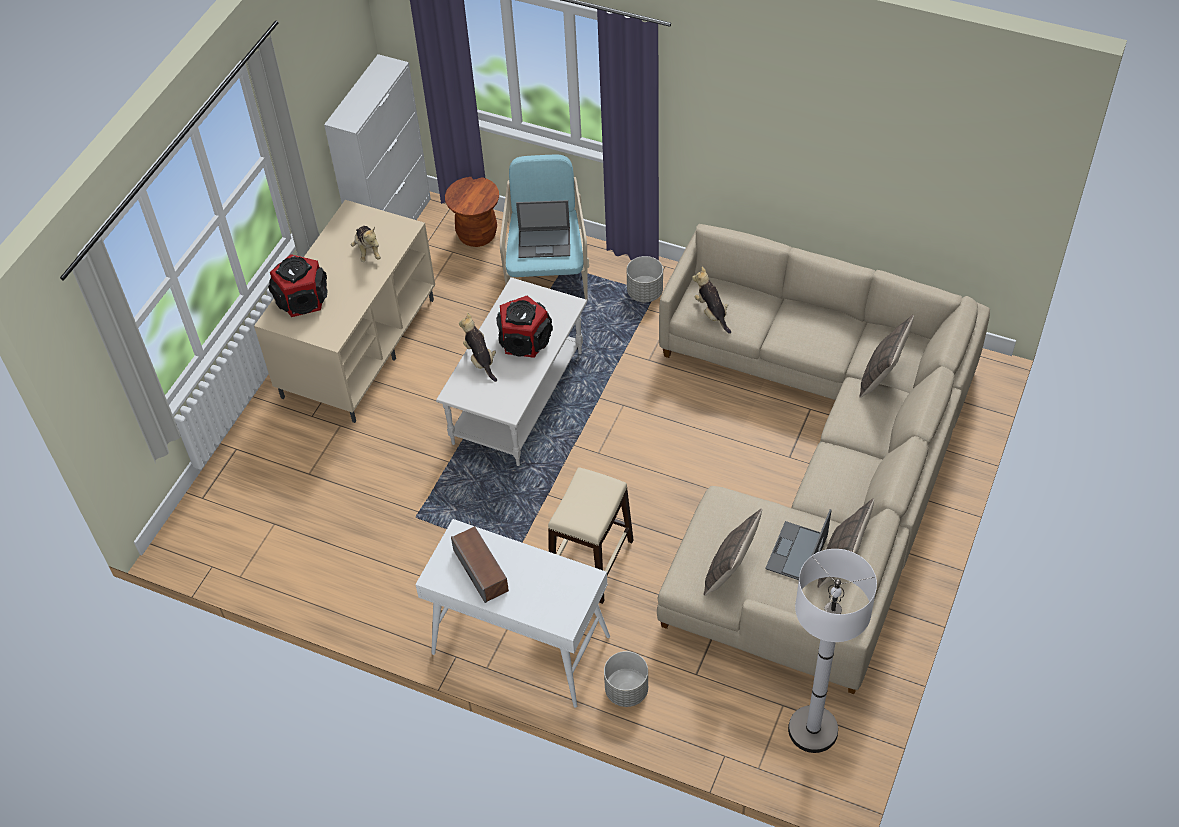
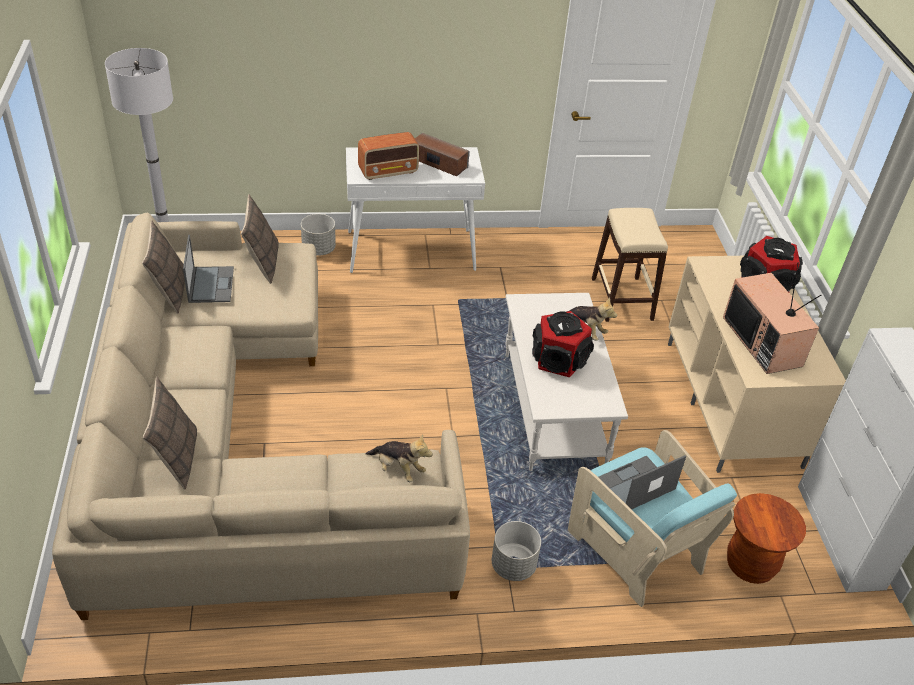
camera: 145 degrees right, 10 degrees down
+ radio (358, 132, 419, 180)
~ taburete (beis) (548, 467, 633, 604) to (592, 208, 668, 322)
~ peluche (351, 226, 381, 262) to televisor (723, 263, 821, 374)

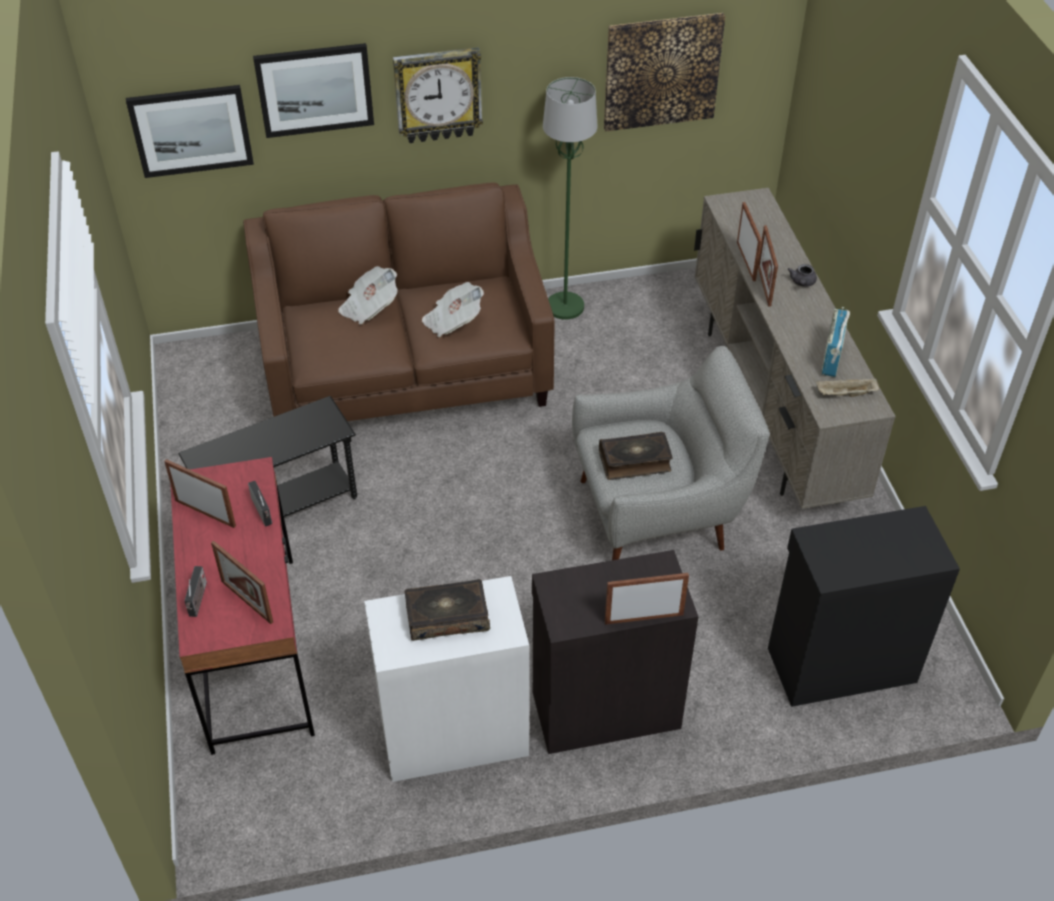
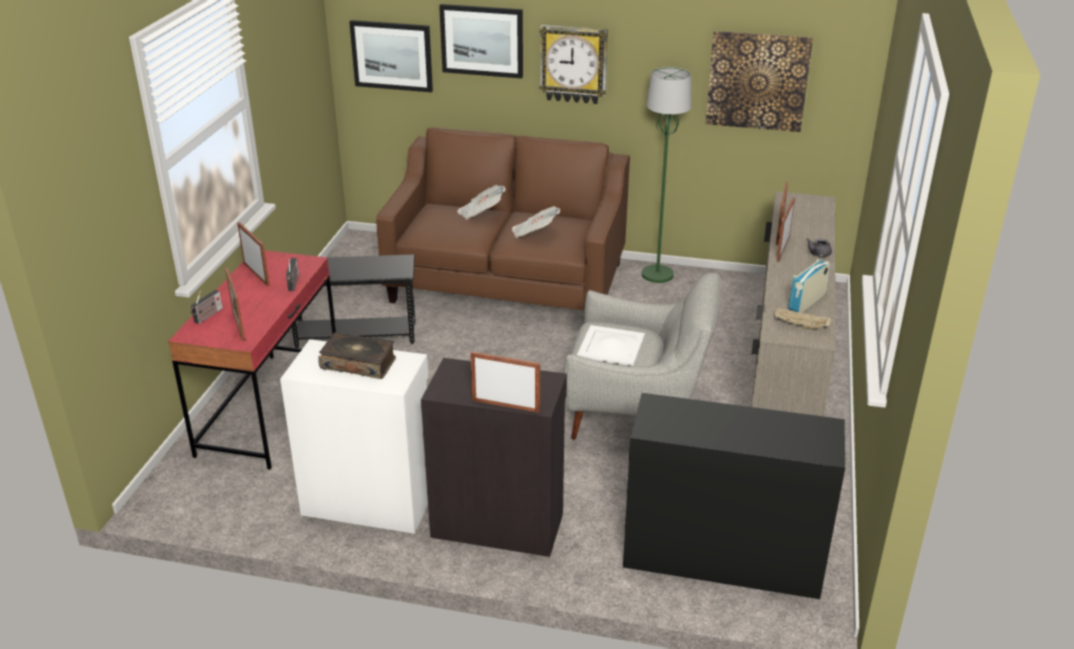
camera: 25 degrees right, 15 degrees down
~ libro (599, 432, 673, 480) to bandeja (blanco) (577, 325, 645, 366)
~ armario (negro) (768, 506, 960, 707) to escritorio (negro) (623, 393, 845, 599)

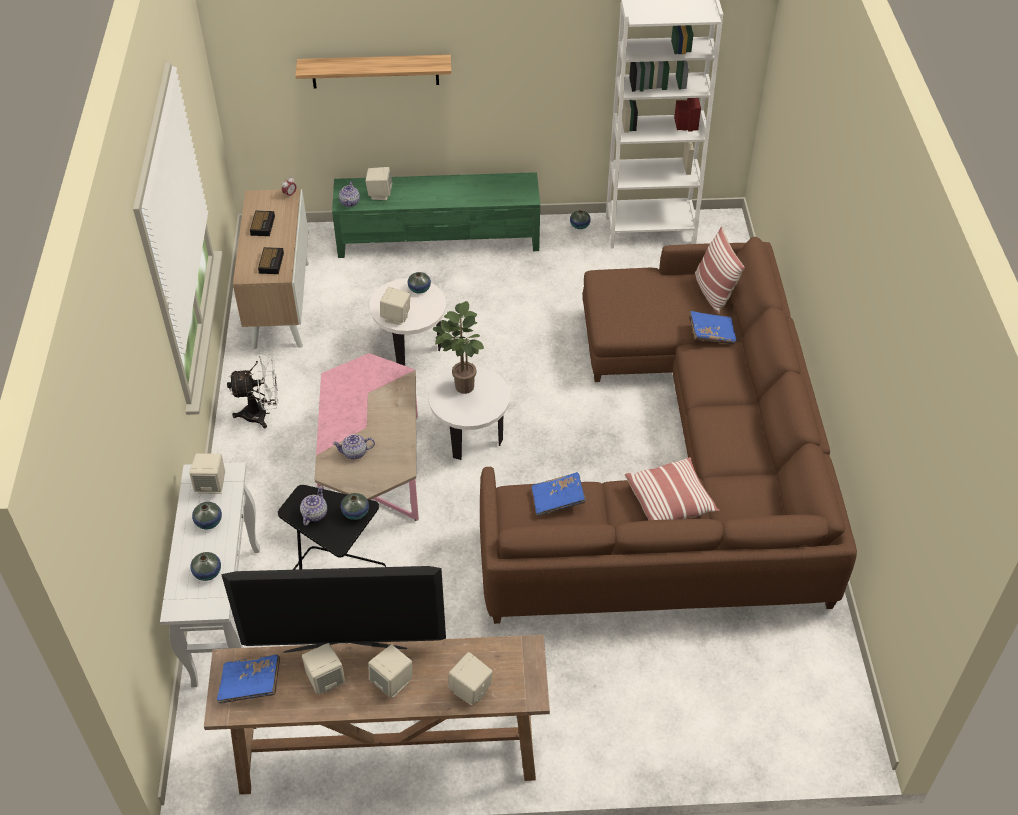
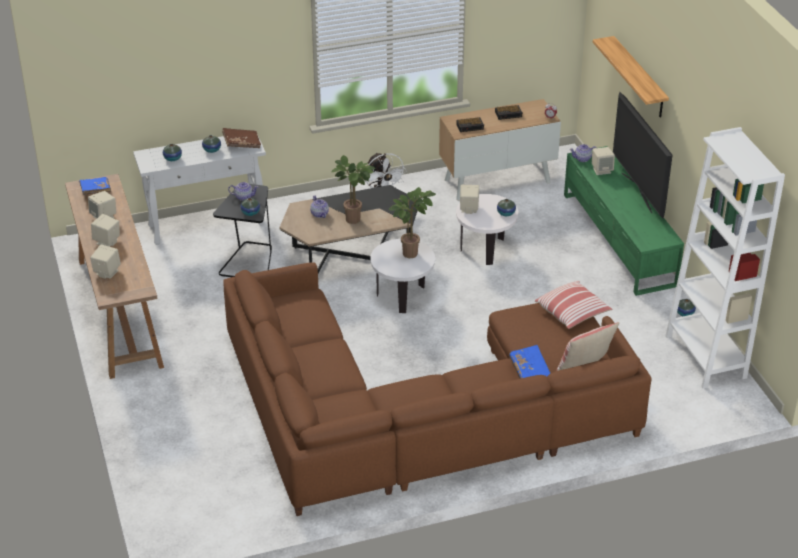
camera: 75 degrees right, 10 degrees down
- libro (azul) (532, 472, 586, 516)
+ planta en maceta (331, 155, 376, 224)
~ televisor (221, 566, 446, 653) to (613, 92, 673, 219)
~ cojín (625, 457, 720, 520) to (535, 281, 612, 329)
~ altavoz (beis) (189, 453, 225, 494) to libro (marrón) (222, 128, 261, 148)
~ mesa de centro (rosa) (315, 353, 419, 521) to mesa de centro (negro) (280, 185, 419, 274)

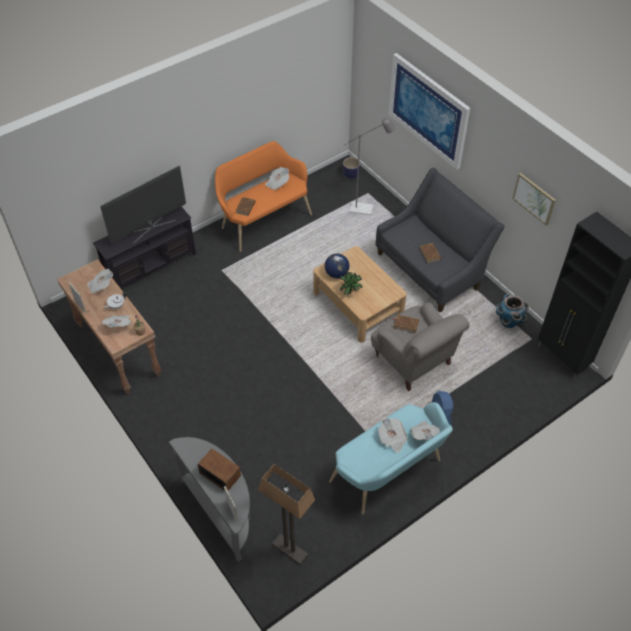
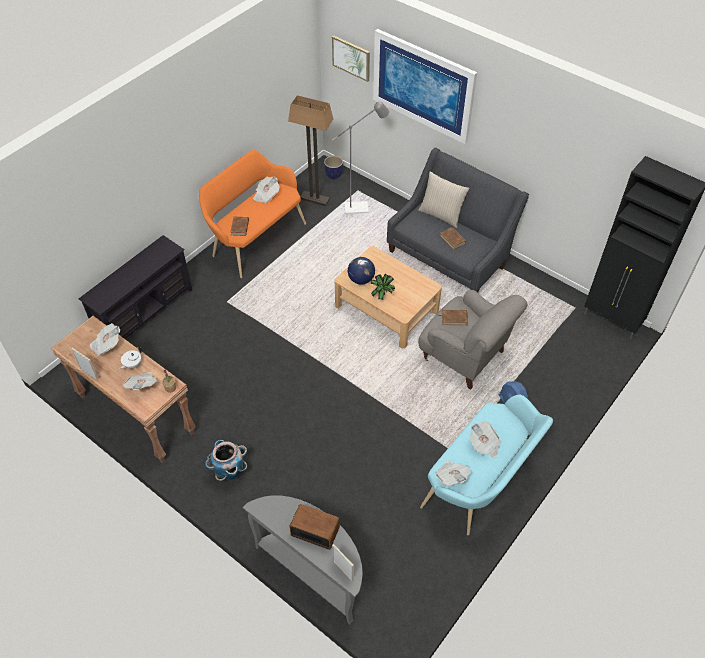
camera: 15 degrees left, 0 degrees up
- televisor (100, 165, 186, 244)
+ cojín (beis) (418, 172, 470, 228)
~ lámpara de pie (258, 464, 315, 565) to (288, 95, 333, 206)
~ periódico (410, 421, 440, 440) to (435, 460, 471, 485)
~ maceta (496, 294, 530, 328) to (205, 440, 247, 481)
~ cuadro (512, 173, 556, 226) to (332, 35, 370, 82)

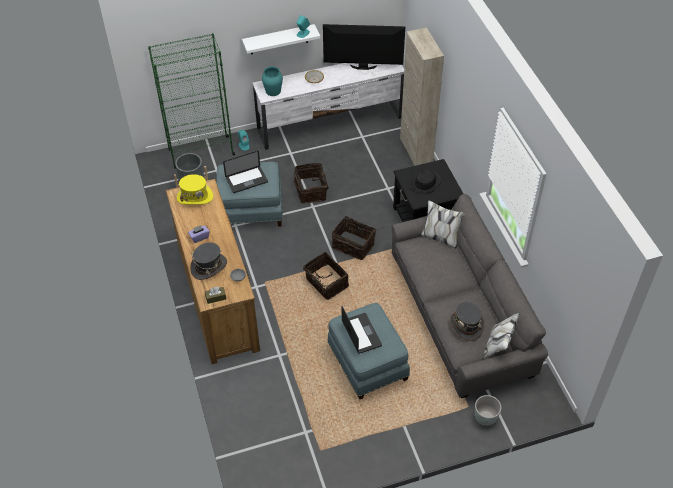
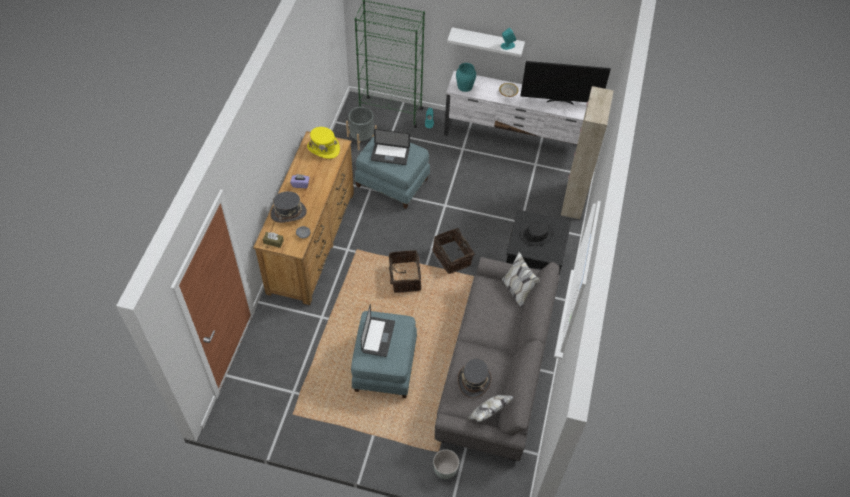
camera: 30 degrees right, 5 degrees up
- cesta (294, 163, 329, 203)
~ televisor (323, 24, 405, 70) = (521, 61, 611, 105) 150 degrees clockwise

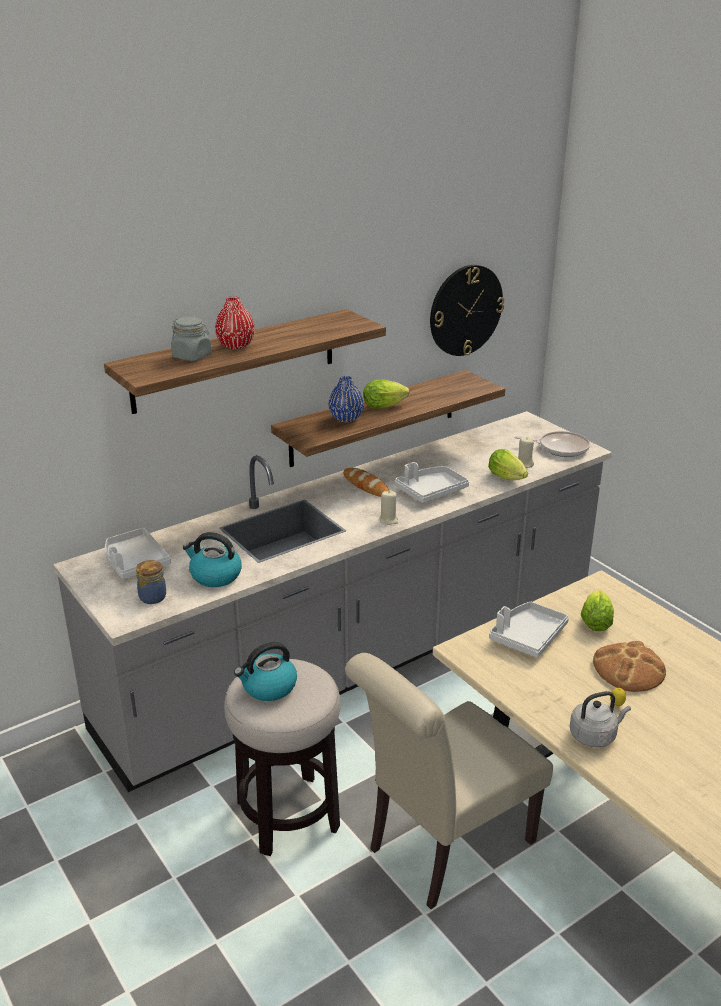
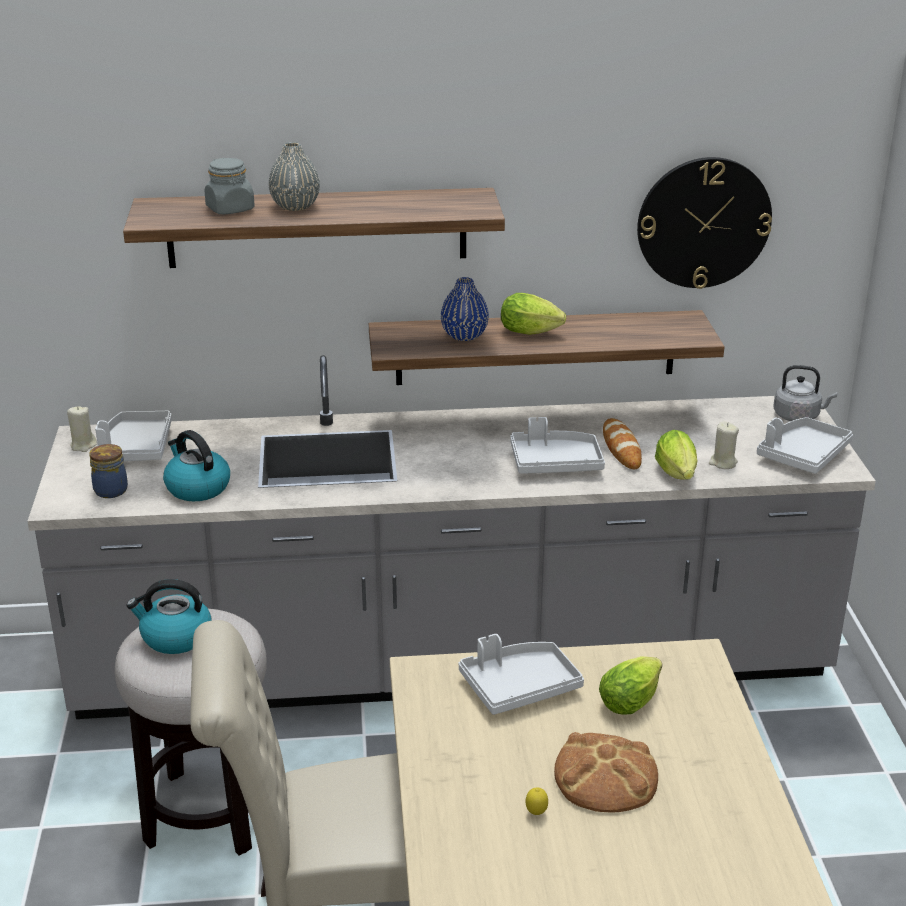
camera: 30 degrees right, 0 degrees up
~ pan (343, 467, 389, 497) to (603, 418, 642, 469)
~ vela (beis) (379, 490, 398, 525) to (67, 406, 97, 452)
~ hervidor (gris) (570, 691, 631, 747) to (773, 365, 837, 421)
~ sartén (514, 431, 590, 457) to bandeja (gris) (757, 417, 853, 474)
~ florero (rojo) (215, 296, 255, 349) to florero (gris) (269, 142, 320, 211)

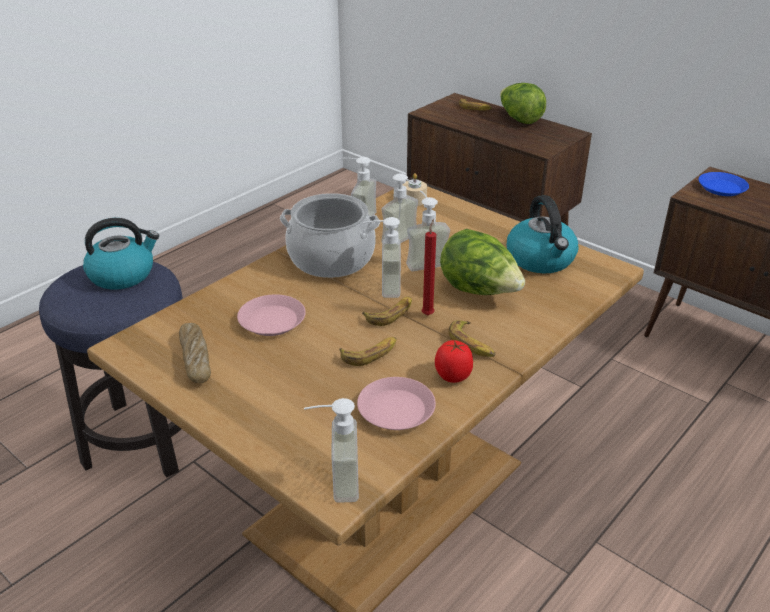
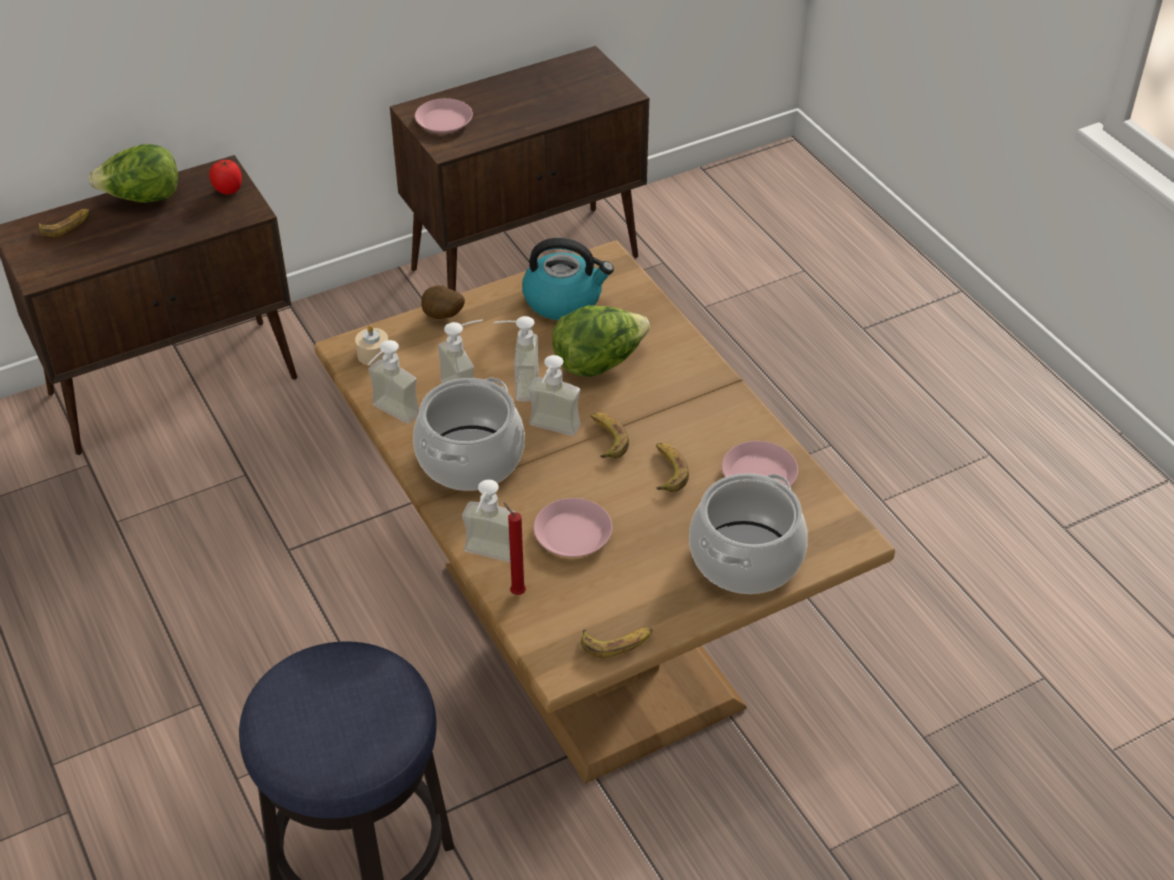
camera: 70 degrees left, 10 degrees up
- hervidor (83, 218, 159, 289)
- pan (179, 323, 211, 384)
+ patata (421, 285, 465, 319)
+ olla (689, 473, 808, 594)
~ dispensador de jabón (304, 398, 359, 503) to (462, 480, 515, 562)
~ vela (rojo) (422, 219, 436, 315) to (503, 502, 526, 595)
~ tomate (435, 340, 473, 383) to (209, 159, 242, 194)
~ plátano (448, 320, 495, 357) to (581, 627, 653, 658)
~ plato (azul) (699, 172, 749, 196) to plato (rosa) (415, 98, 473, 134)

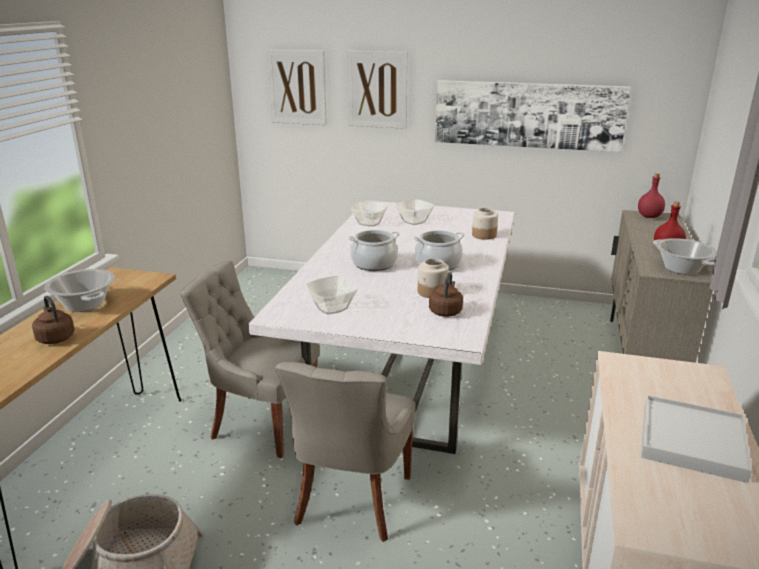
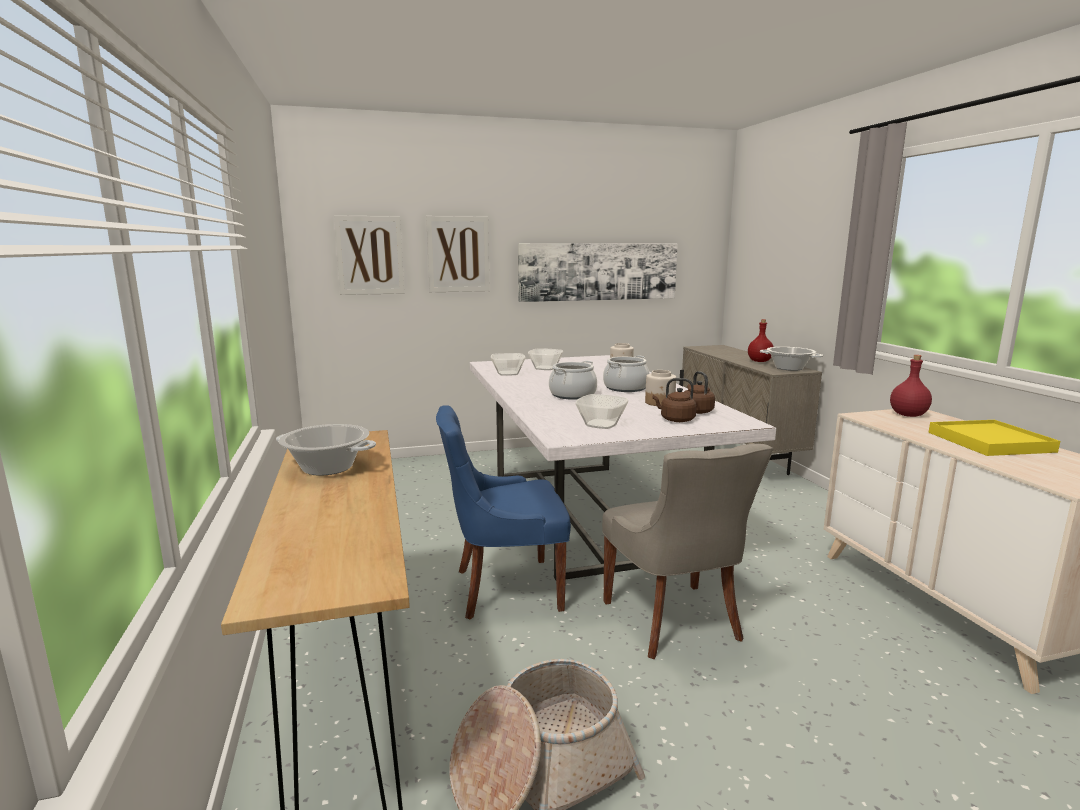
camera: 30 degrees left, 10 degrees down
~ hervidor (marrón) (32, 296, 75, 344) to (653, 378, 697, 422)
~ botella (rojo) (638, 173, 665, 218) to (890, 355, 932, 417)
~ silla (gris) (180, 260, 319, 458) to silla (azul) (436, 405, 571, 620)
~ bandeja (blanco) (641, 395, 752, 483) to bandeja (amarillo) (928, 420, 1060, 456)

